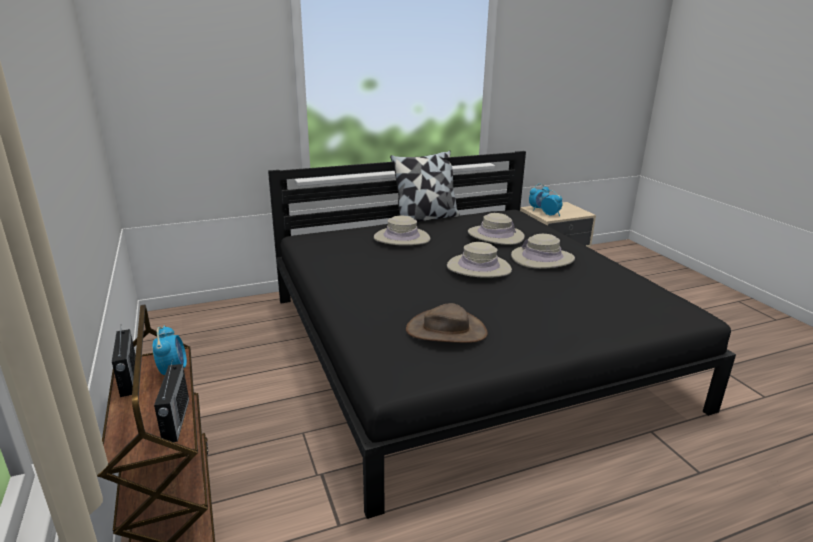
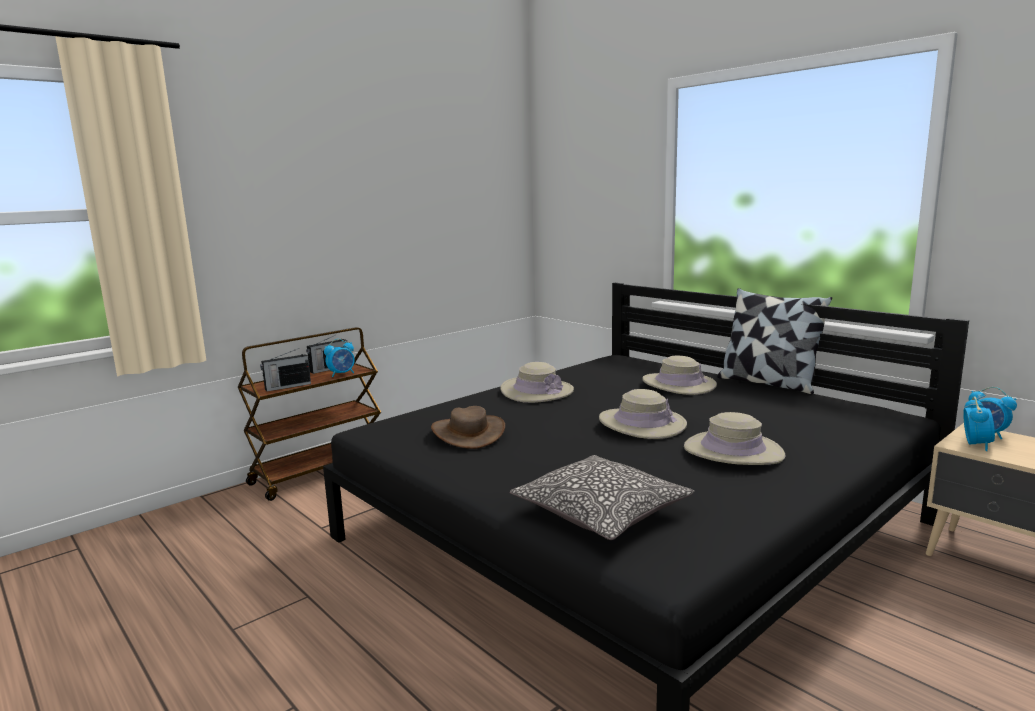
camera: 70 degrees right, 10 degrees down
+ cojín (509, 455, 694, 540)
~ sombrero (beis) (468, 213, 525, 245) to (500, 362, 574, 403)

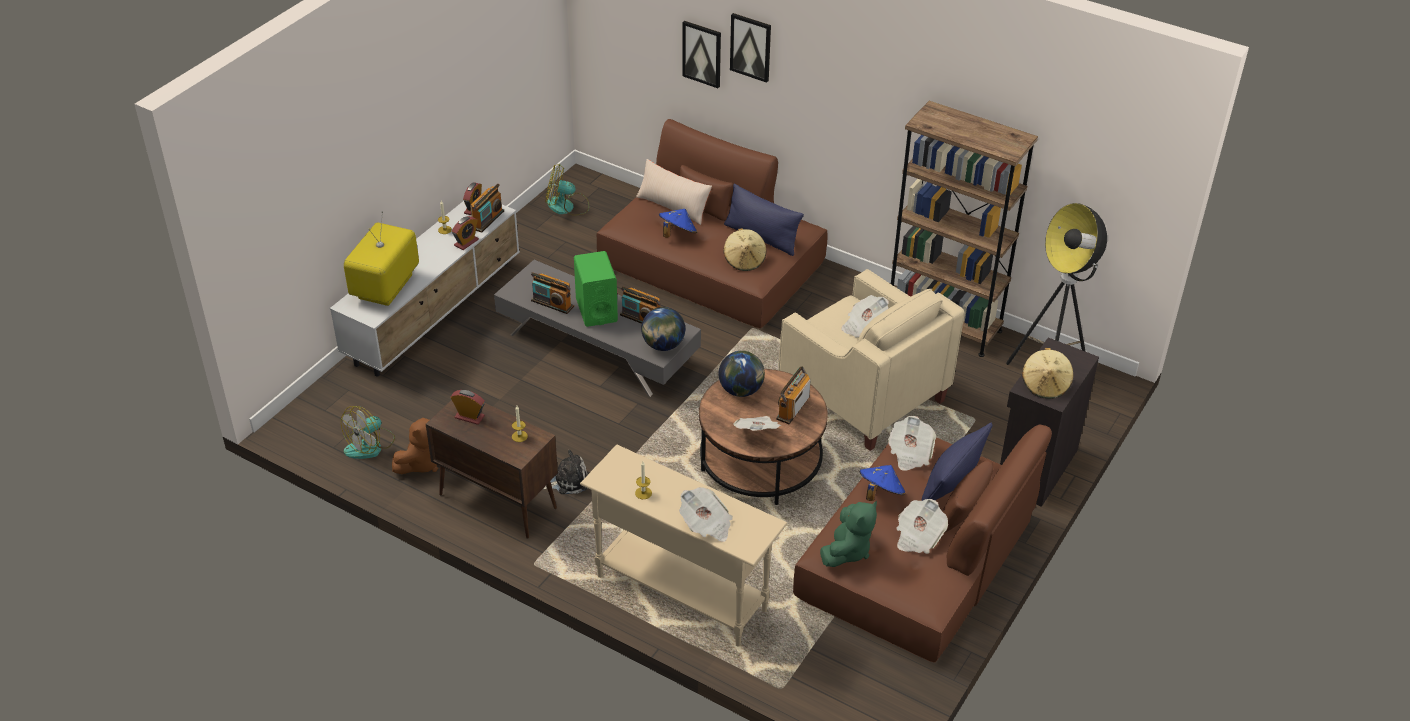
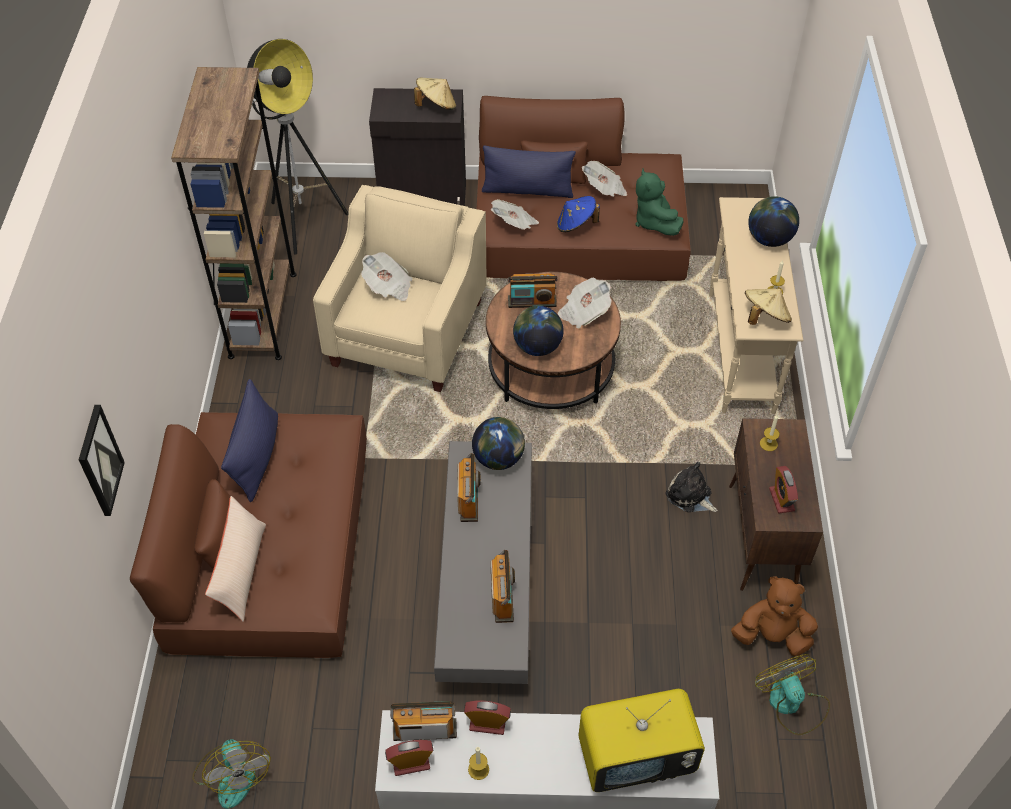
camera: 120 degrees left, 10 degrees up
- altavoz (verde) (574, 251, 618, 327)
- sombrero (azul) (659, 209, 697, 238)
- cuadro (730, 13, 771, 83)
~ sombrero (beis) (723, 228, 766, 271) to (745, 288, 792, 325)
~ periódico (679, 487, 733, 542) to globo terráqueo (748, 196, 799, 247)
~ ventilador (341, 406, 395, 459) = (755, 654, 830, 735) 120 degrees counterclockwise
~ peluche (verde) (820, 501, 877, 567) = (635, 169, 684, 236) 105 degrees counterclockwise

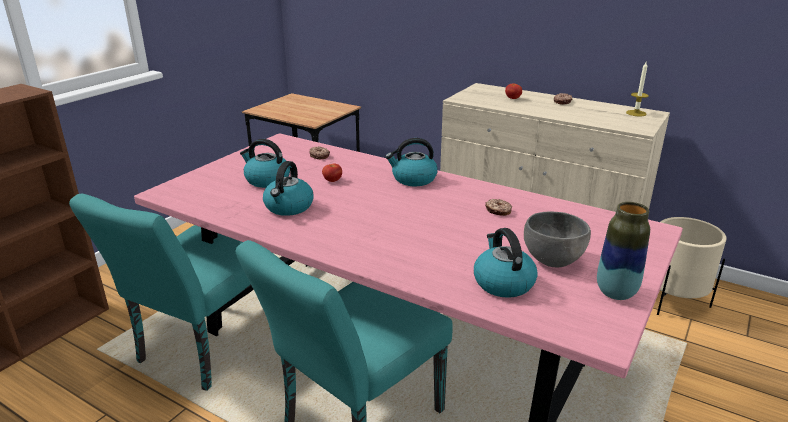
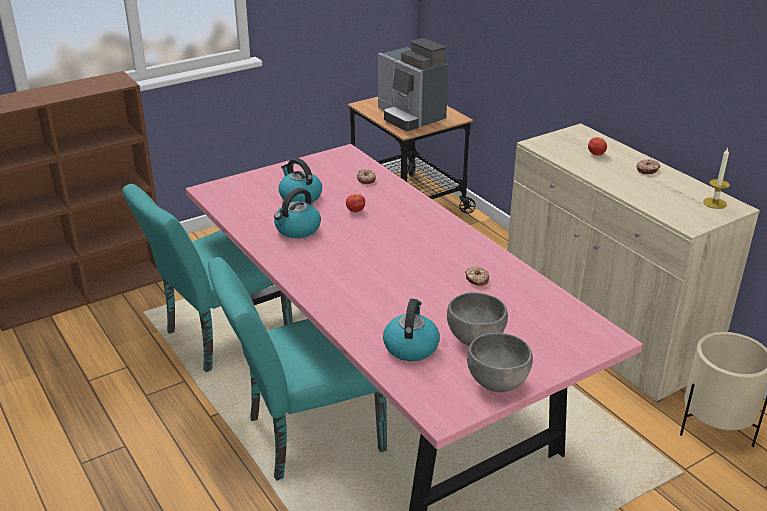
camera: 25 degrees right, 5 degrees up
- hervidor (385, 138, 438, 186)
+ cafetera (378, 38, 449, 131)
~ florero (597, 202, 650, 300) to cuenco (gris) (467, 333, 533, 392)

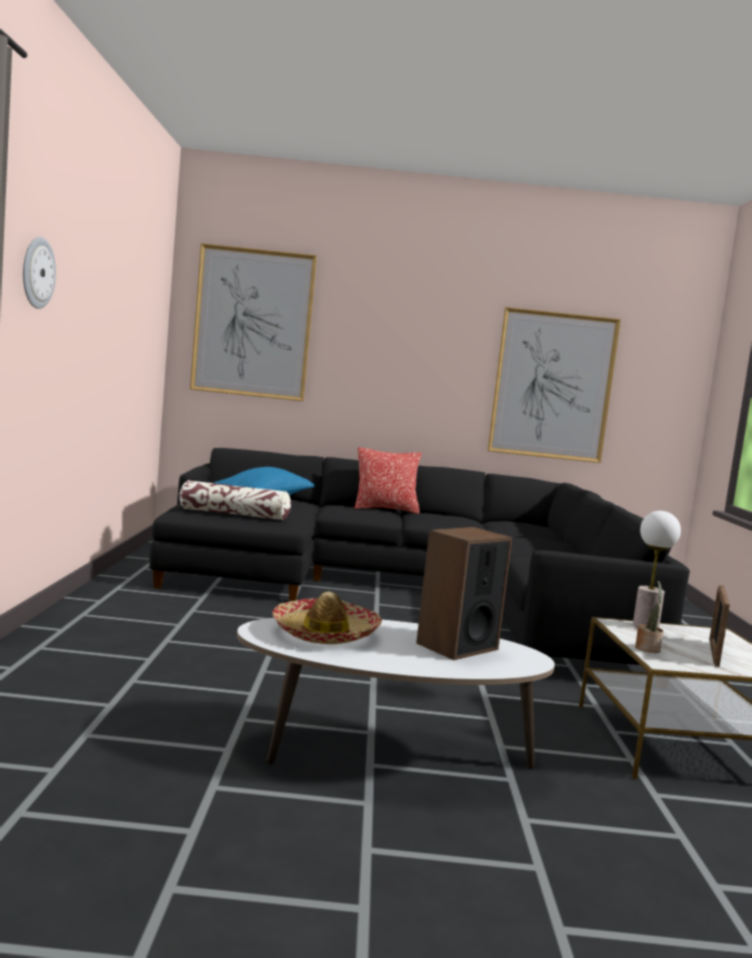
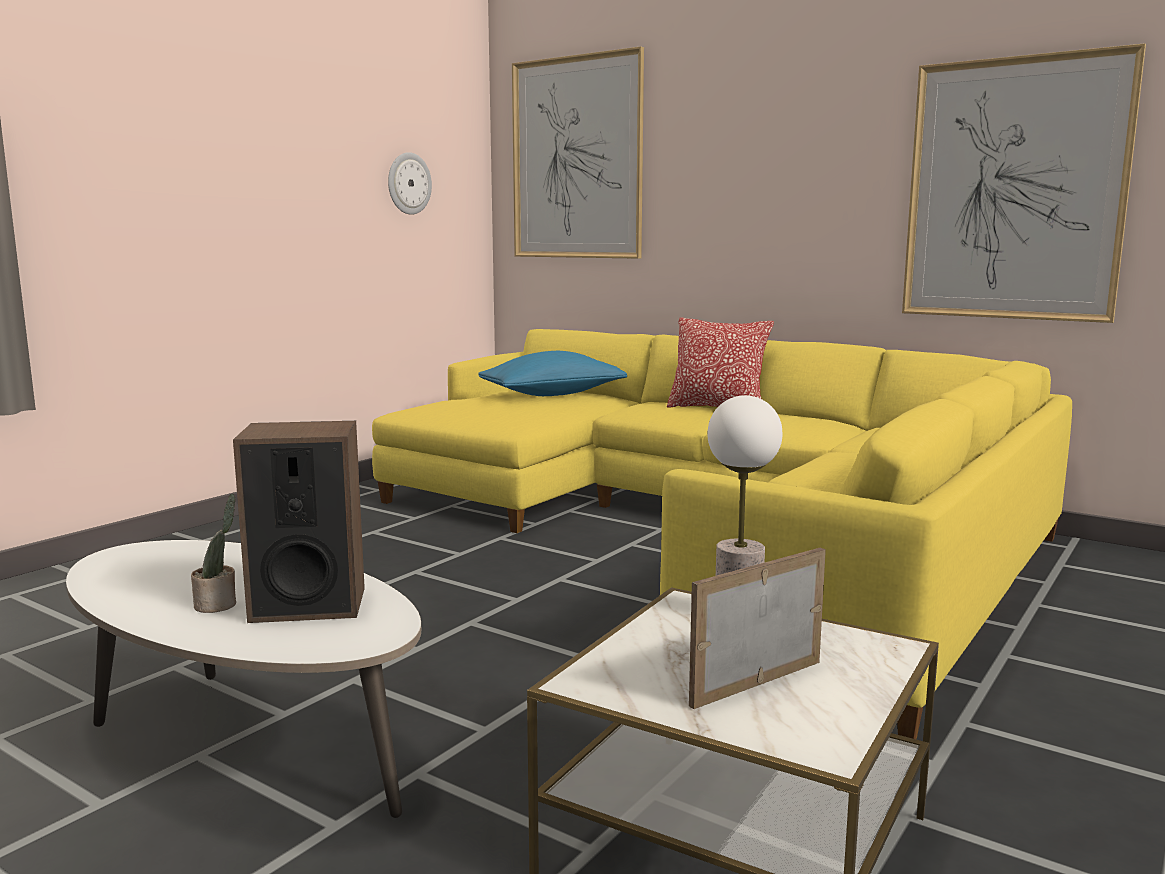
camera: 35 degrees right, 5 degrees up
- cojín (179, 480, 291, 520)
- sombrero (272, 592, 382, 644)
~ reloj de pared (23, 237, 56, 309) to (388, 152, 432, 215)
~ planta en maceta (635, 581, 664, 653) to (191, 494, 236, 613)
~ sofá (negro) (149, 448, 690, 665) to sofá (amarillo) (372, 329, 1072, 739)

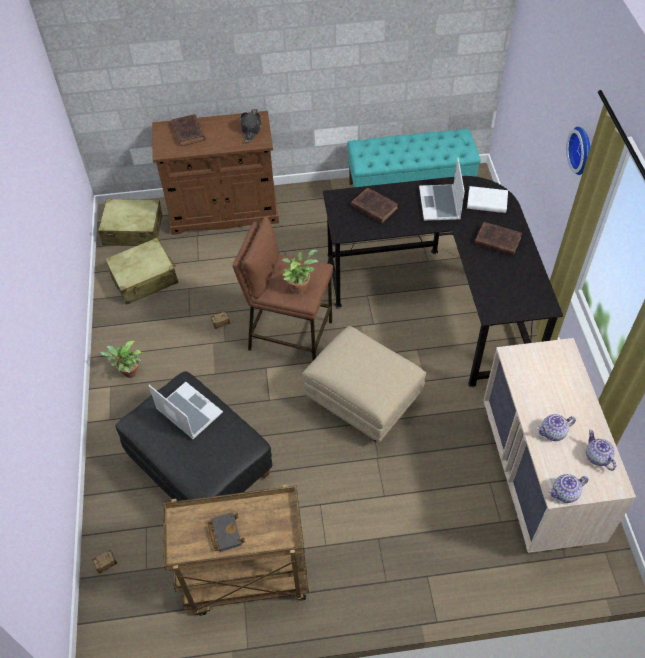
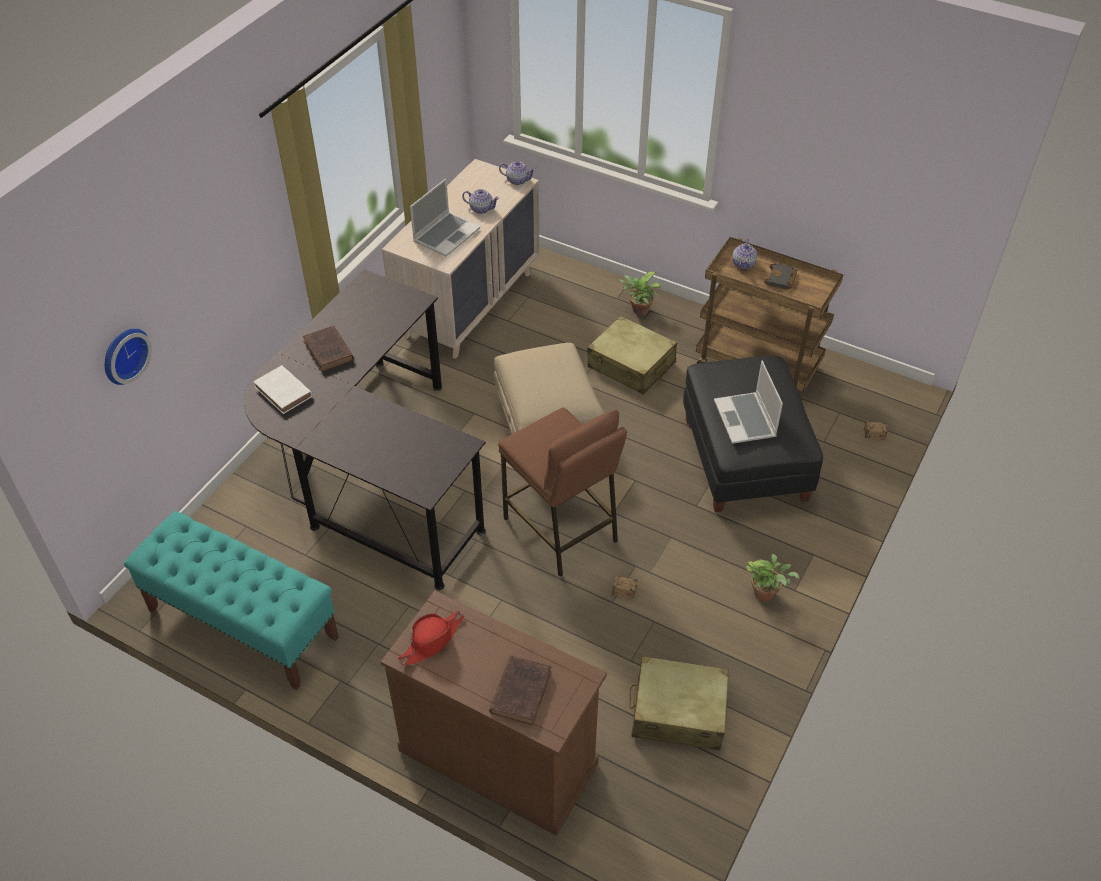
camera: 145 degrees left, 5 degrees down
- libro (marrón) (351, 187, 398, 223)
~ maleta (beis) (98, 199, 163, 246) to (587, 316, 677, 394)
~ planta en maceta (282, 250, 318, 294) to (618, 272, 661, 316)
~ portátil (419, 158, 465, 221) to (410, 179, 480, 257)
~ reloj de pared (566, 127, 590, 175) to (105, 328, 152, 385)
~ tetera (586, 430, 616, 471) to (732, 239, 757, 269)
~ sombrero (negro) (240, 109, 261, 143) to sombrero (rojo) (398, 610, 464, 666)

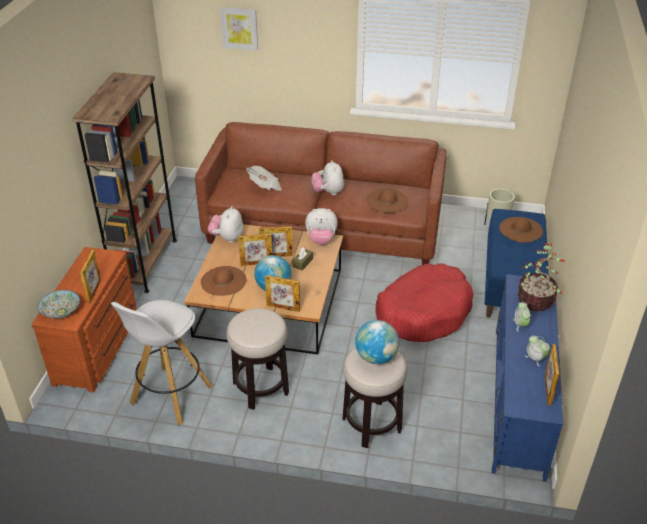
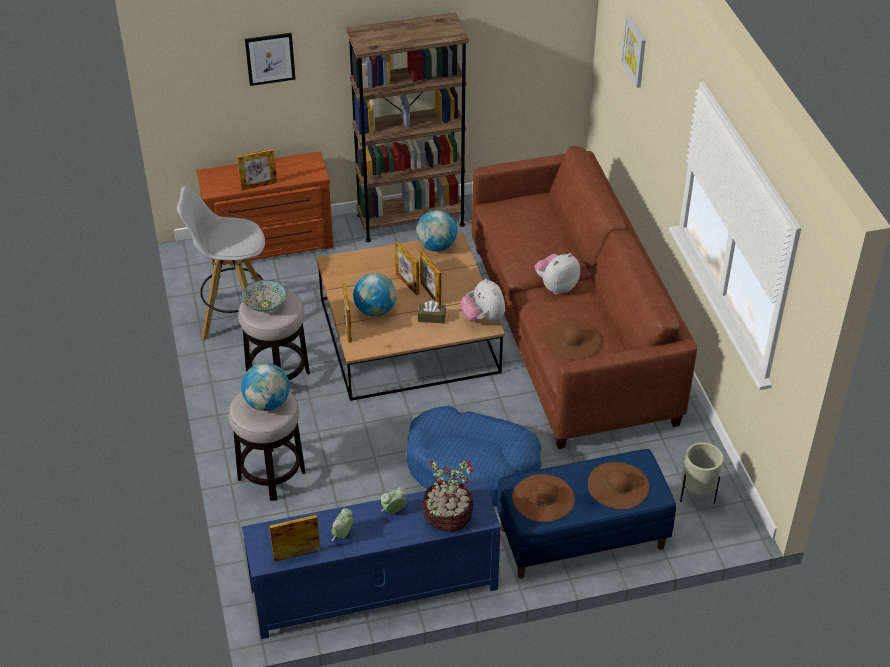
camera: 65 degrees right, 5 degrees up
- periódico (246, 166, 281, 191)
+ cuadro (245, 33, 296, 86)
~ cuenco (37, 290, 80, 319) to (241, 280, 286, 312)
~ sombrero (marrón) (201, 266, 246, 296) to (512, 474, 575, 522)
~ peluche (208, 206, 243, 242) to globo terráqueo (416, 210, 457, 252)
~ cama para perro (rojo) (375, 263, 473, 342) to cama para perro (azul) (406, 406, 542, 506)

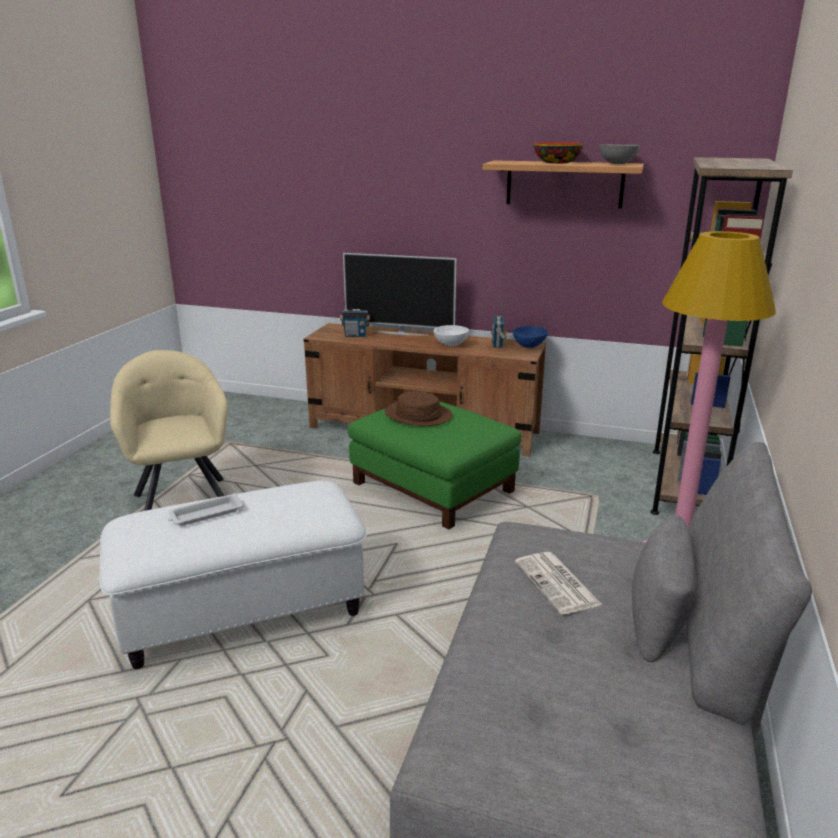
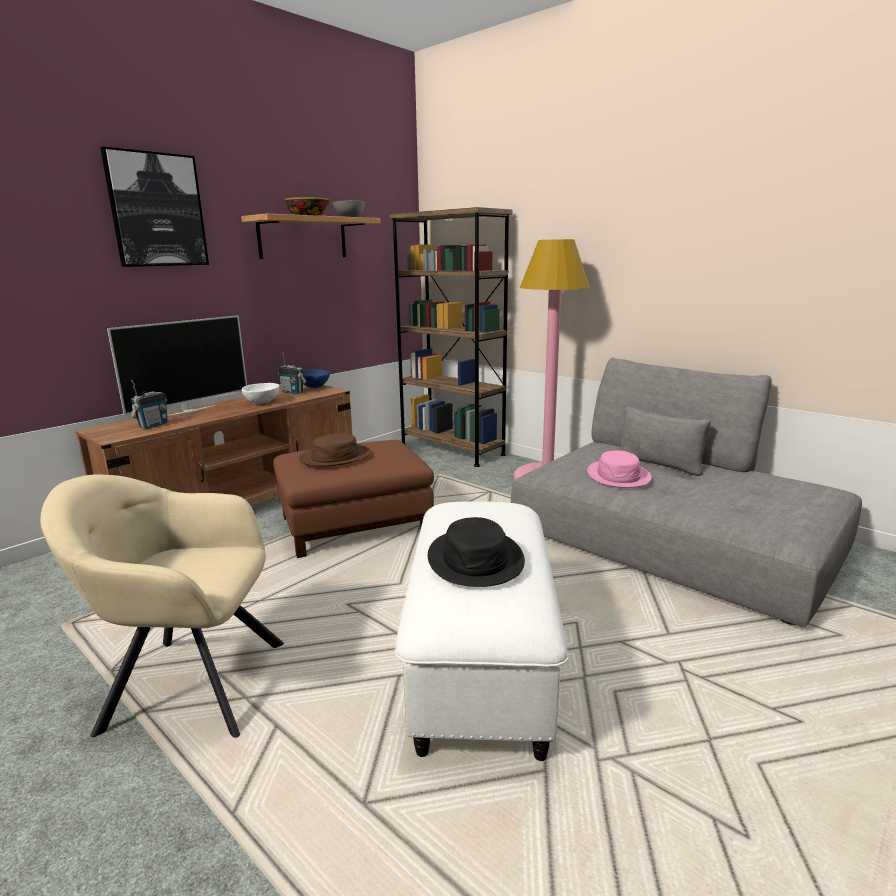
camera: 65 degrees left, 5 degrees down
+ cuadro (100, 147, 209, 267)
~ bandeja (blanco) (168, 493, 244, 526) to sombrero (negro) (428, 517, 525, 587)
~ periódico (515, 552, 603, 615) to sombrero (rosa) (587, 451, 652, 488)
~ puf (verde) (348, 401, 521, 529) to puf (marrón) (273, 440, 434, 558)

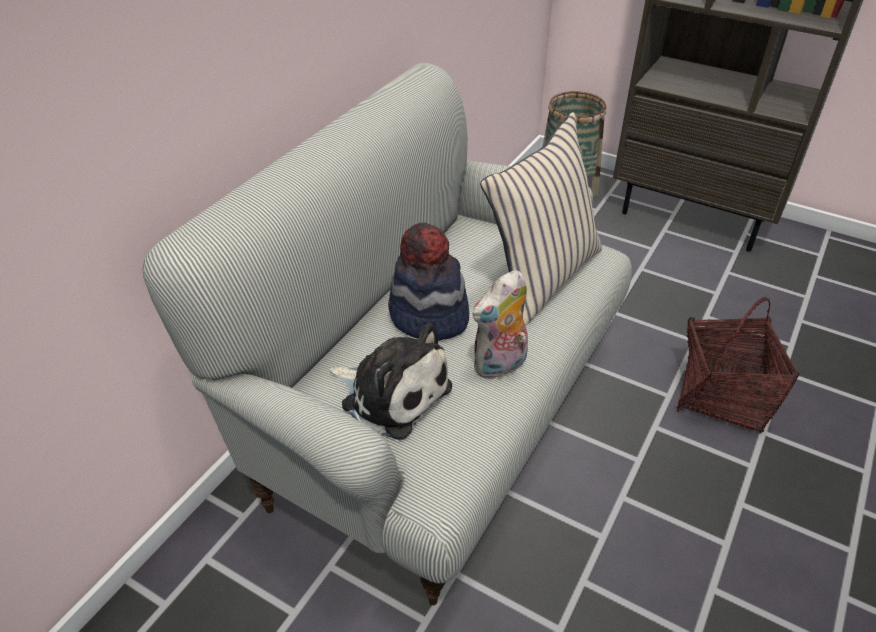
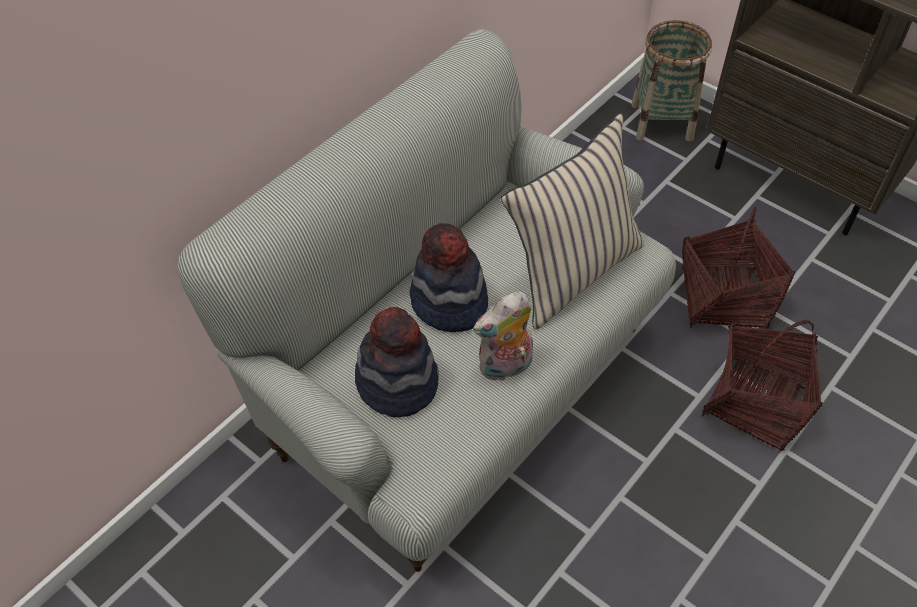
camera: 10 degrees right, 10 degrees up
+ cesta (682, 207, 795, 329)
~ peluche (330, 323, 452, 440) to sombrero (355, 307, 439, 417)

